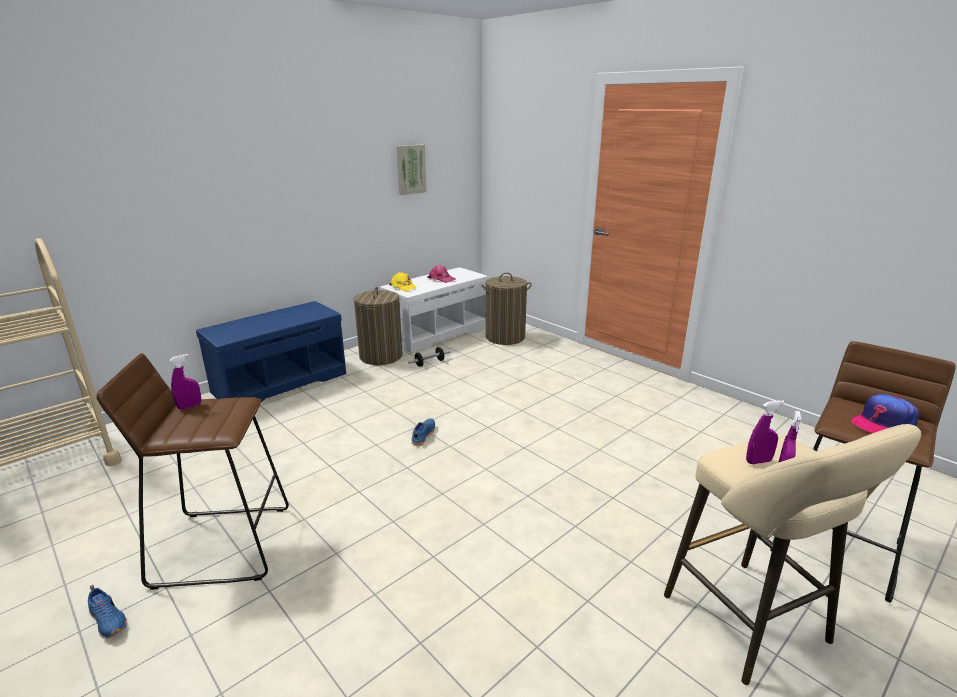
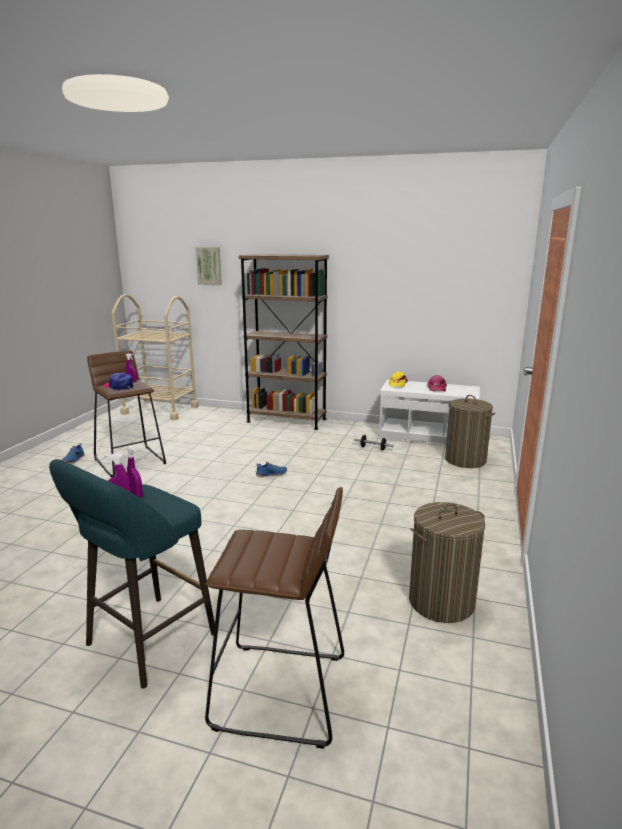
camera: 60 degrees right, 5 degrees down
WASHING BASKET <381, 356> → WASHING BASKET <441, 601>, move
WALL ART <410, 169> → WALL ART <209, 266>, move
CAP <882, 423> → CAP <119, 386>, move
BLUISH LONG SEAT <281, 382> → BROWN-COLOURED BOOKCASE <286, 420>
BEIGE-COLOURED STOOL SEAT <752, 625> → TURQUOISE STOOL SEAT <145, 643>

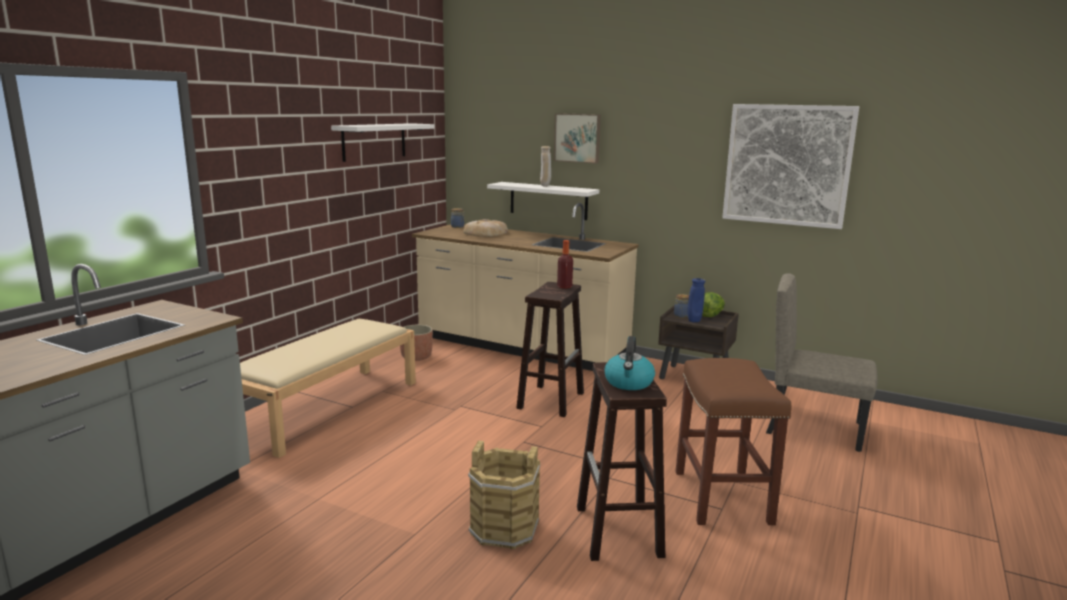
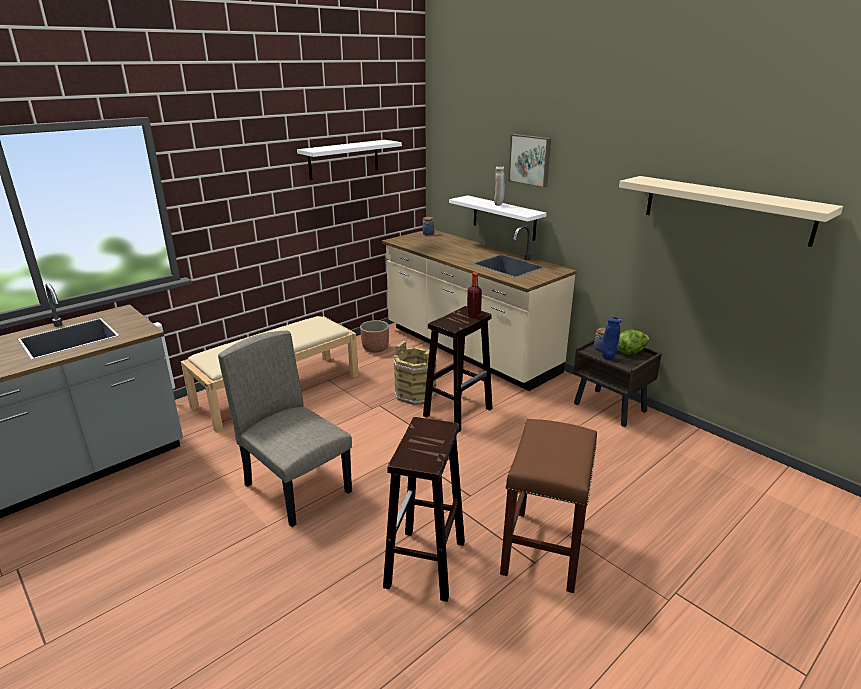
camera: 20 degrees right, 10 degrees up
BAKERY BREAD <484, 233> → -
WATER KETTLE <629, 383> → -
BROWN-COLOURED PAIL <504, 529> → BROWN-COLOURED PAIL <415, 394>, move
BEIGE-COLOURED UPRIGHT CHAIR <814, 428> → BEIGE-COLOURED UPRIGHT CHAIR <298, 488>, move
WALL ART <787, 165> → BEIGE-COLOURED SHELF <726, 209>

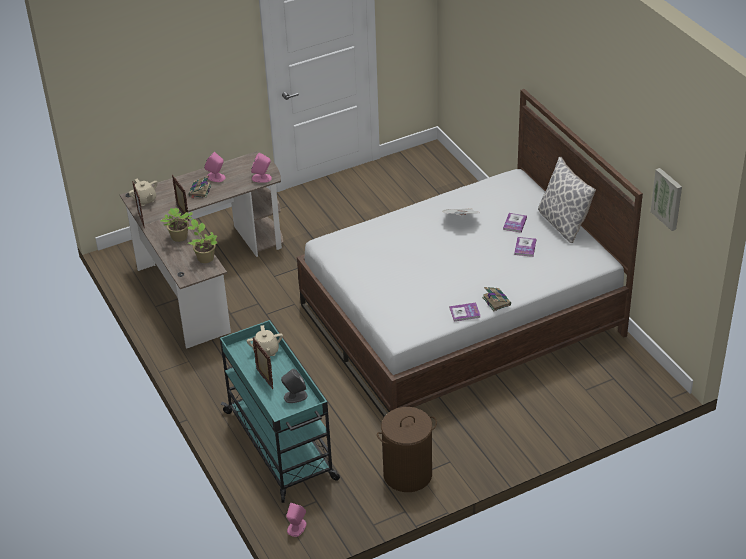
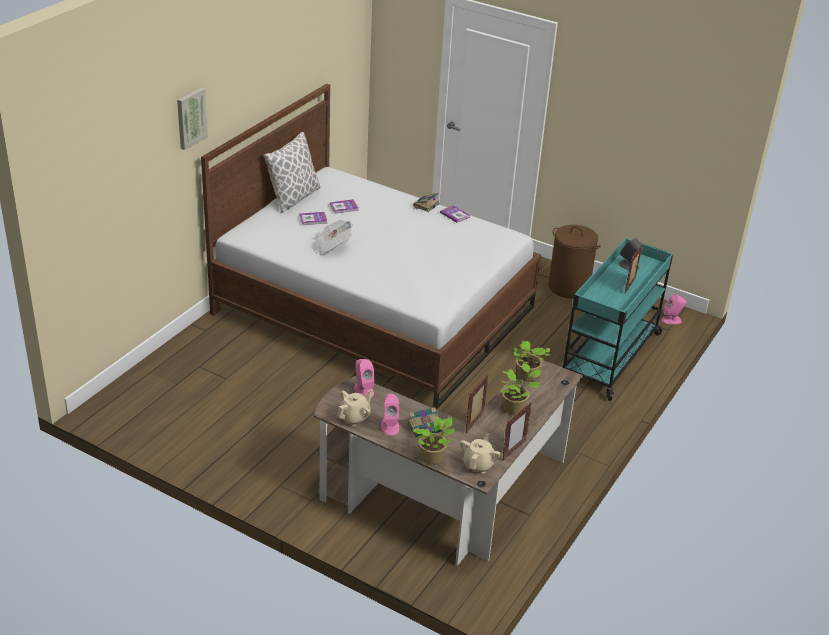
camera: 125 degrees left, 5 degrees down
- → HOUSEPLANT <433, 458>
BEIGE-COLOURED TEA POT <266, 351> → BEIGE-COLOURED TEA POT <355, 417>, move
WALL ART <668, 198> → WALL ART <190, 118>, move

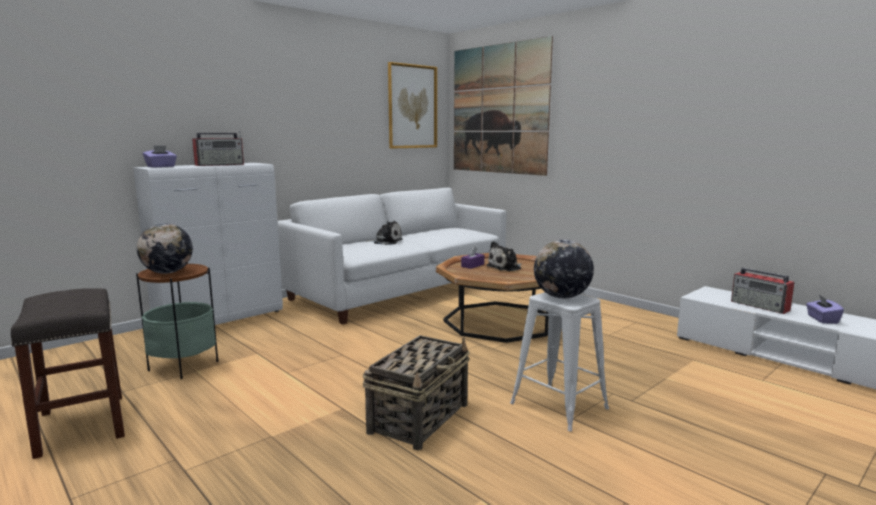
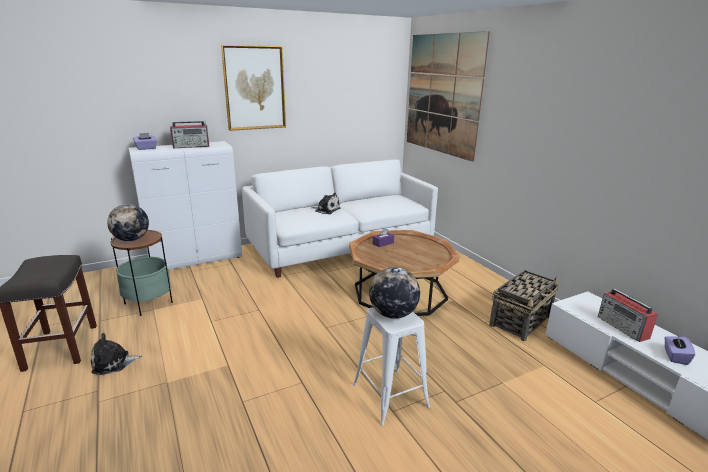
camera: 15 degrees right, 10 degrees up
BASKET <420, 417> → BASKET <521, 320>, move
WALL ART <412, 107> → WALL ART <254, 88>, move
SOFT TOY <505, 267> → SOFT TOY <113, 363>, move

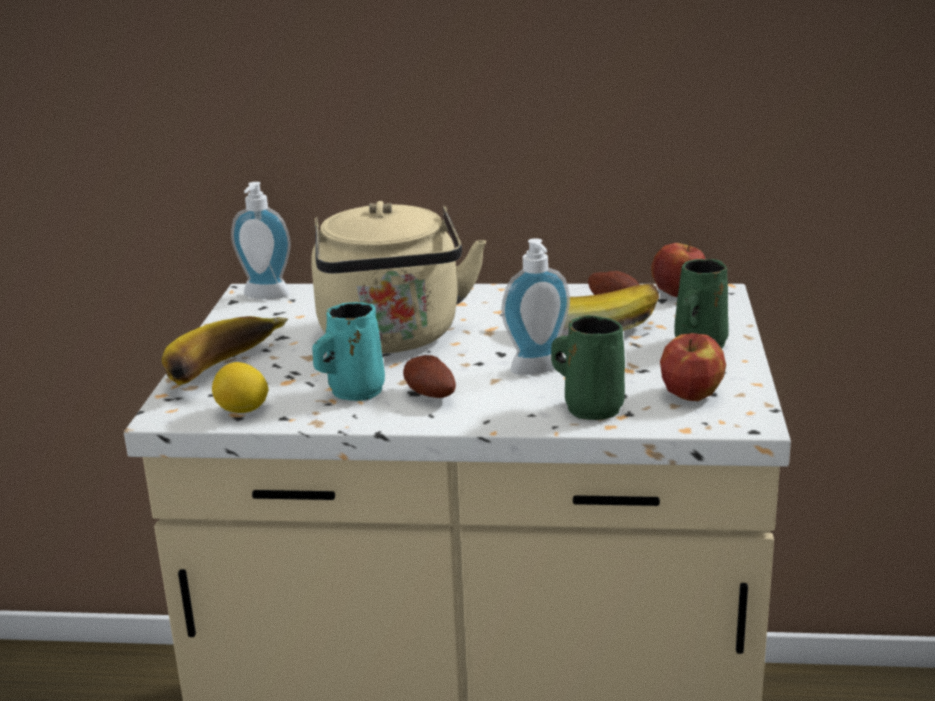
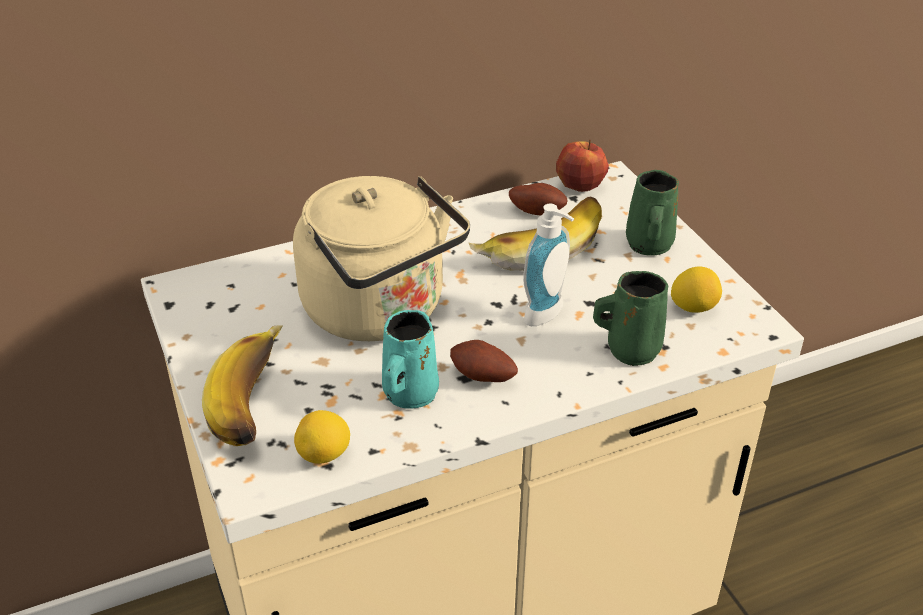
camera: 30 degrees left, 15 degrees up
LIQUID SOAP BOTTLE <264, 296> → -
APPLE <692, 394> → LEMON <693, 307>

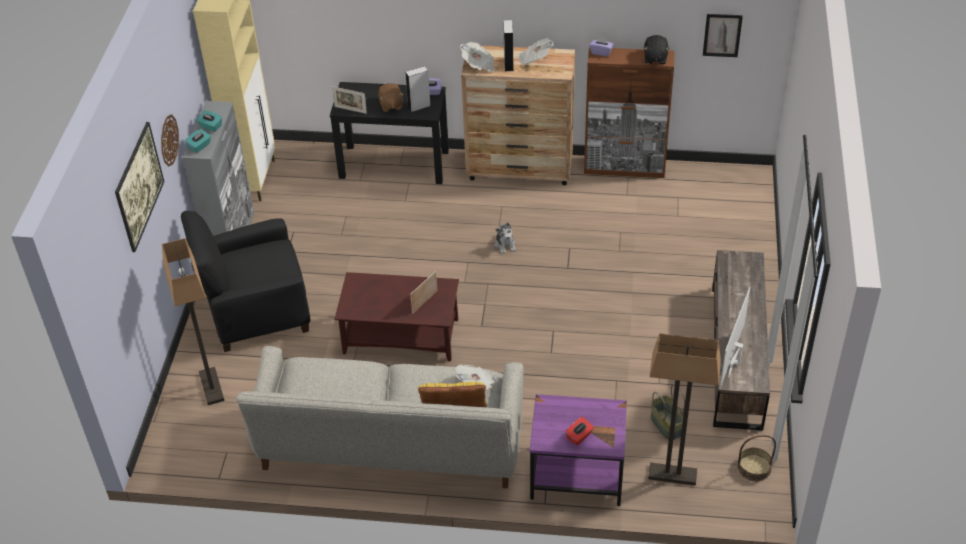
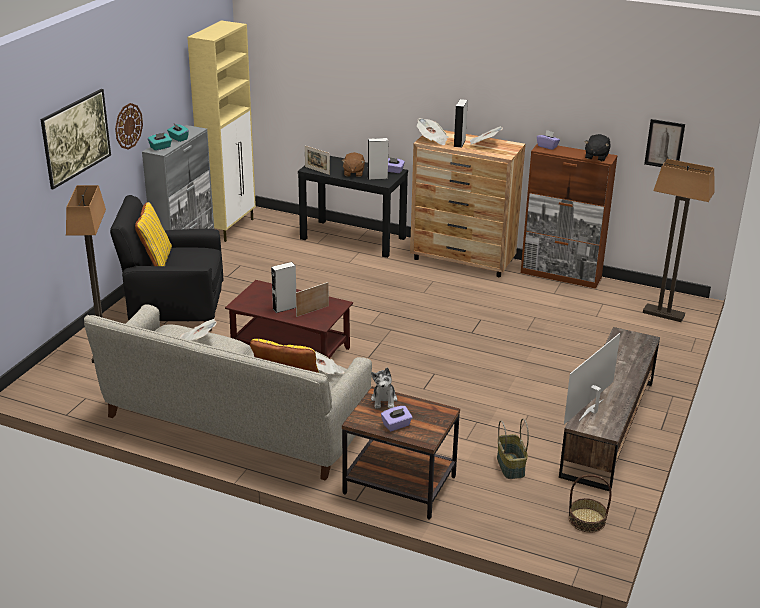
camera: 15 degrees right, 15 degrees down
- → YELLOW-COLOURED CUSHION <156, 259>
- → DAILY PAPER <197, 341>
- → GREY AUDIO SPEAKER <284, 308>
SOFT TOY <505, 245> → SOFT TOY <384, 400>, move
FLOOR LAMP <672, 475> → FLOOR LAMP <663, 314>, move
PURPLISH END TABLE <577, 476> → BROWN-COLOURED END TABLE <399, 486>
RED-COLOURED TISSUE HOLDER <579, 436> → PURPLISH TISSUE HOLDER <396, 425>

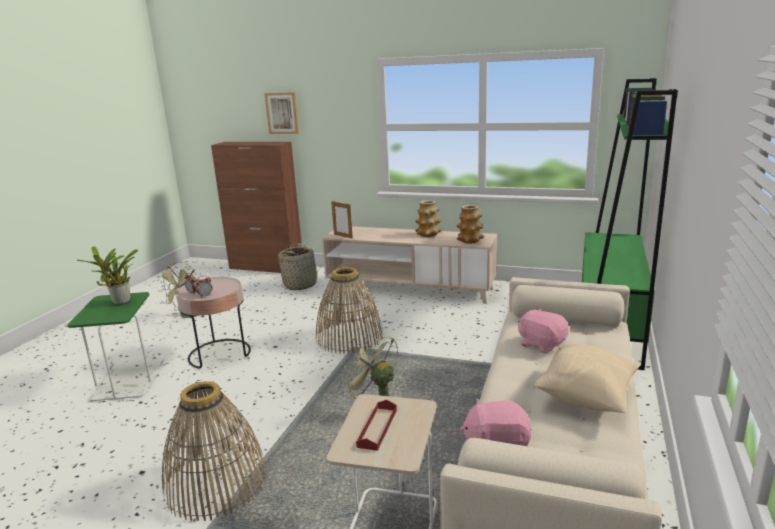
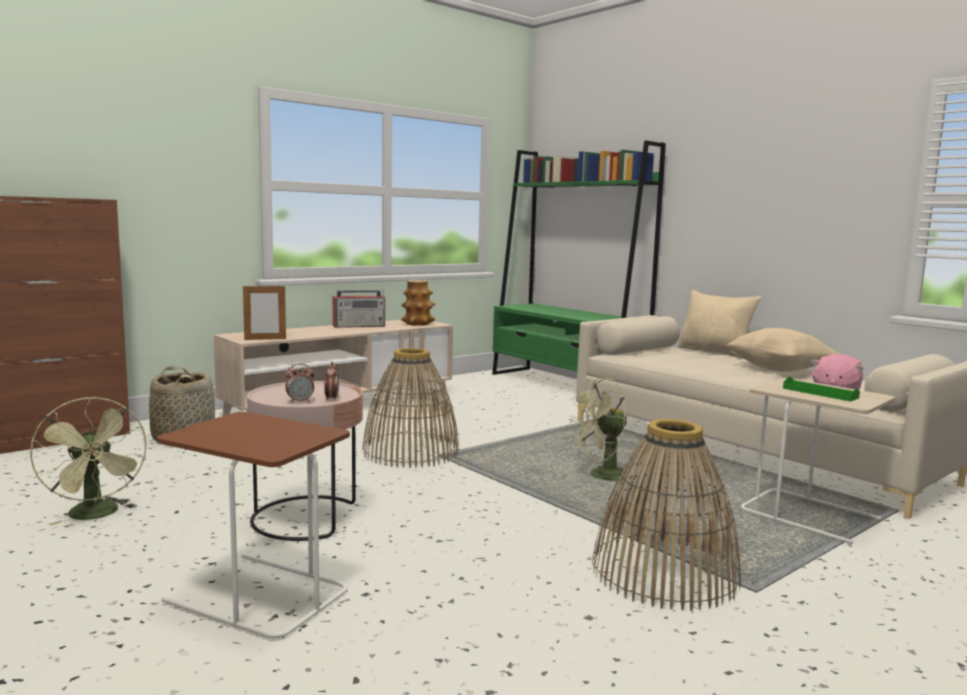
camera: 60 degrees left, 10 degrees down
HOUSEPLANT <120, 303> → -
WALL ART <282, 113> → -
PINK-COLOURED SOFT TOY <541, 344> → -
- → BEIGE-COLOURED CUSHION <714, 352>
FLOWER VASE <428, 234> → RADIO SET <359, 326>
GREENISH END TABLE <126, 380> → BROWN-COLOURED END TABLE <256, 596>
RED-COLOURED CARRYING TRAY <377, 428> → GREENISH CARRYING TRAY <820, 393>

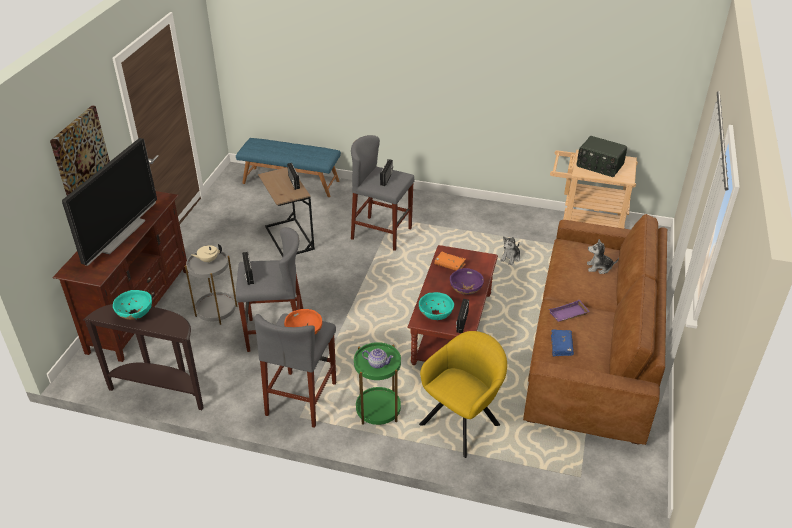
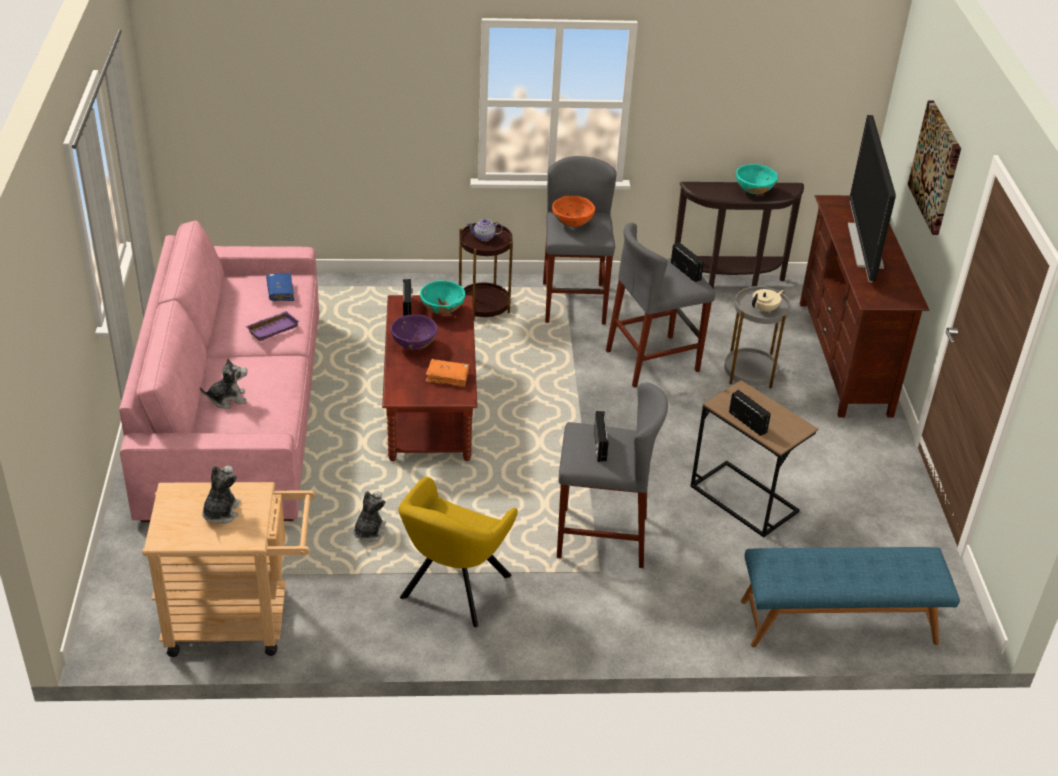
camera: 160 degrees right, 0 degrees up
YELLOW-COLOURED EASY CHAIR <463, 422> → YELLOW-COLOURED EASY CHAIR <452, 590>, move
RADIO SET <599, 166> → SOFT TOY <220, 512>
GREENISH END TABLE <378, 410> → BROWN-COLOURED END TABLE <484, 306>
BROWN-COLOURED COUCH <592, 348> → PINK-COLOURED COUCH <235, 413>

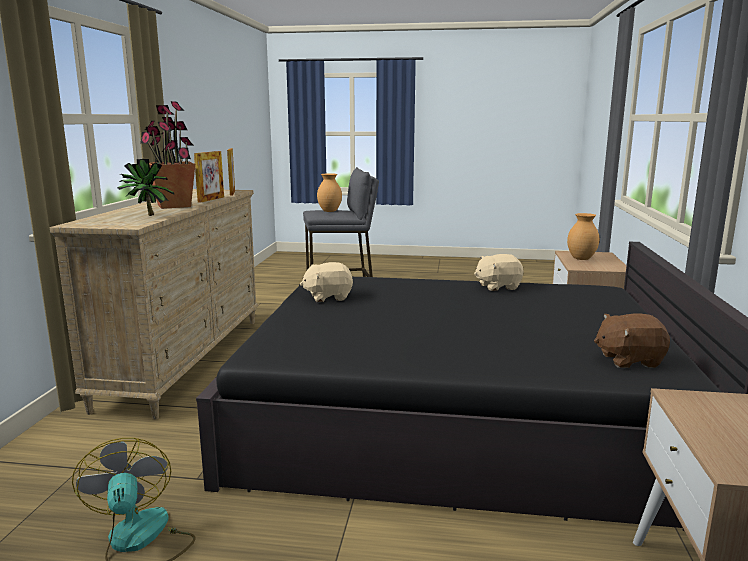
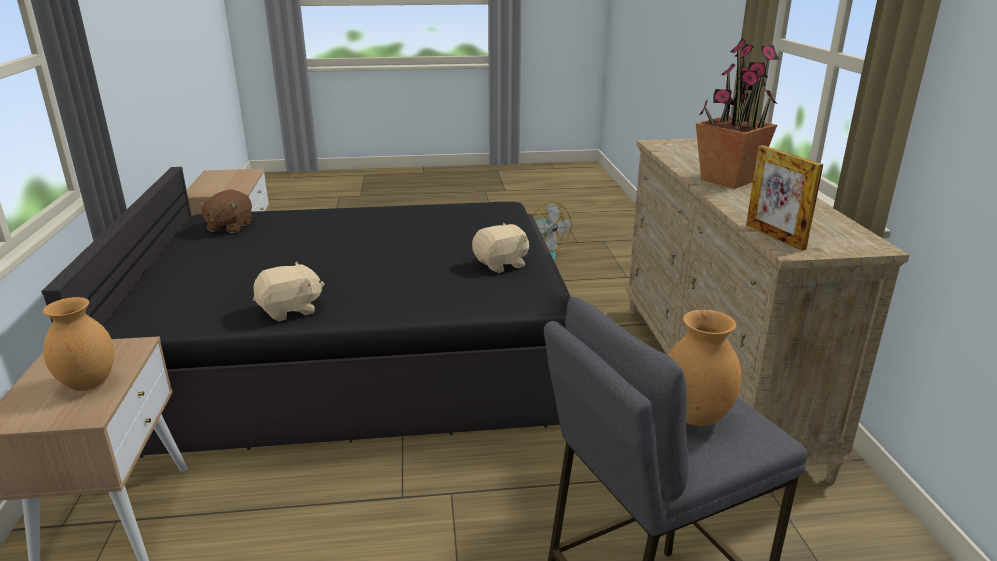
camera: 165 degrees right, 10 degrees up
HOUSEPLANT <146, 216> → -
PICTURE FRAME <211, 199> → -
BROWN-COLOURED SOFT TOY <628, 360> → BROWN-COLOURED SOFT TOY <229, 227>, 120 degrees clockwise

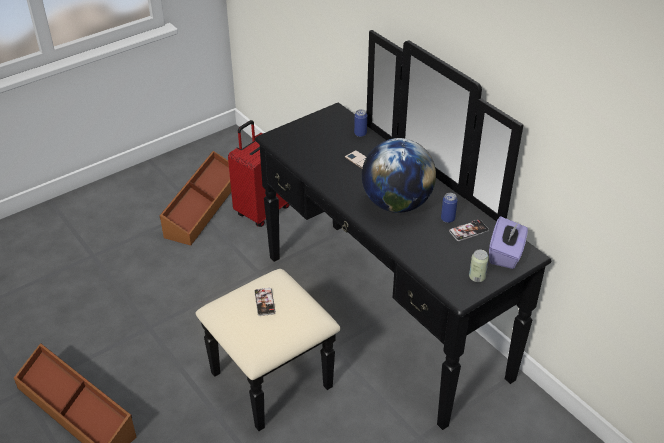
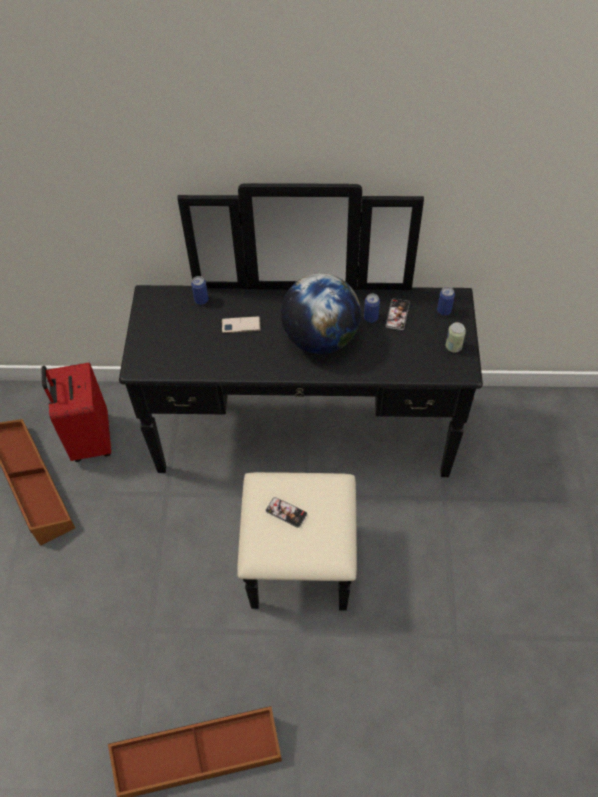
camera: 50 degrees left, 15 degrees up
PURPLISH TISSUE HOLDER <506, 254> → CAN <444, 311>

